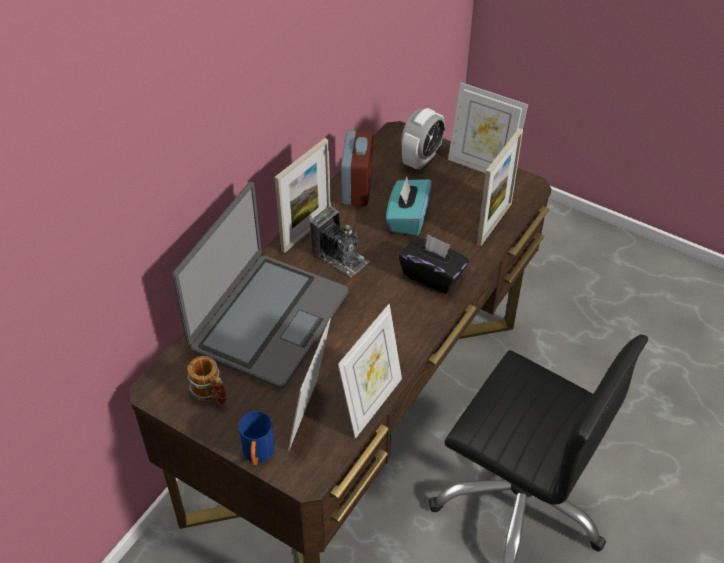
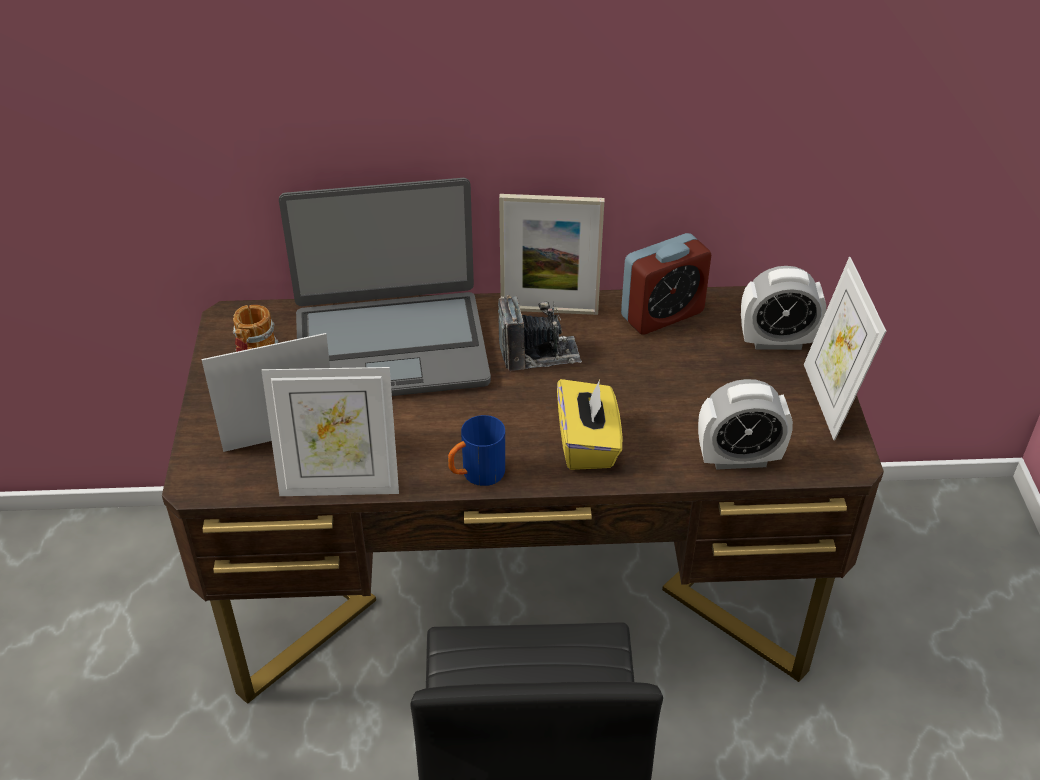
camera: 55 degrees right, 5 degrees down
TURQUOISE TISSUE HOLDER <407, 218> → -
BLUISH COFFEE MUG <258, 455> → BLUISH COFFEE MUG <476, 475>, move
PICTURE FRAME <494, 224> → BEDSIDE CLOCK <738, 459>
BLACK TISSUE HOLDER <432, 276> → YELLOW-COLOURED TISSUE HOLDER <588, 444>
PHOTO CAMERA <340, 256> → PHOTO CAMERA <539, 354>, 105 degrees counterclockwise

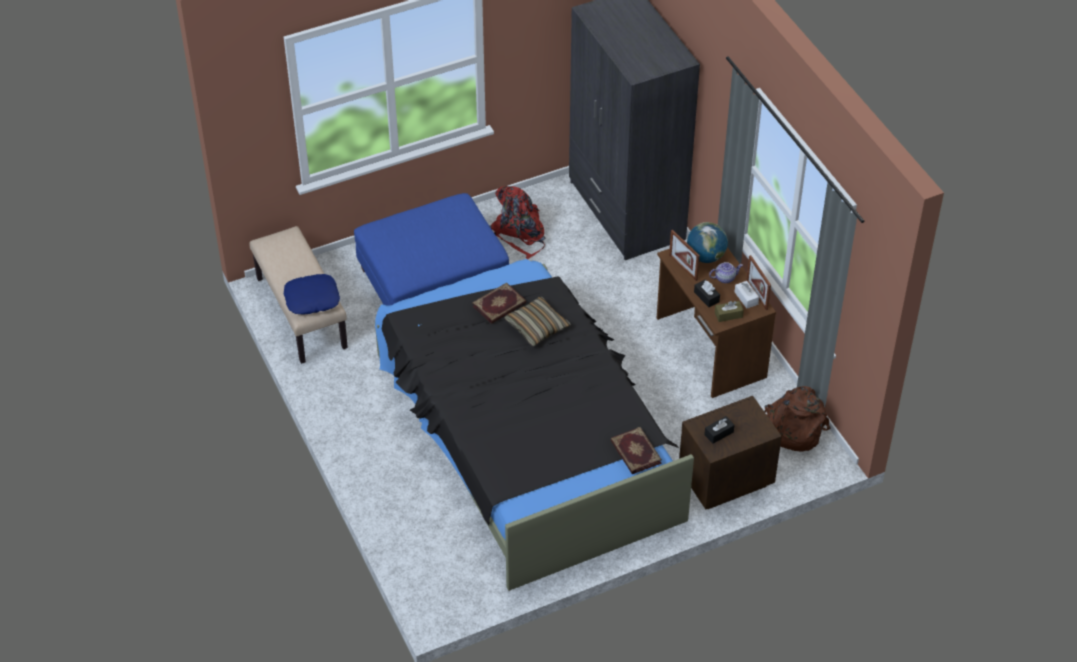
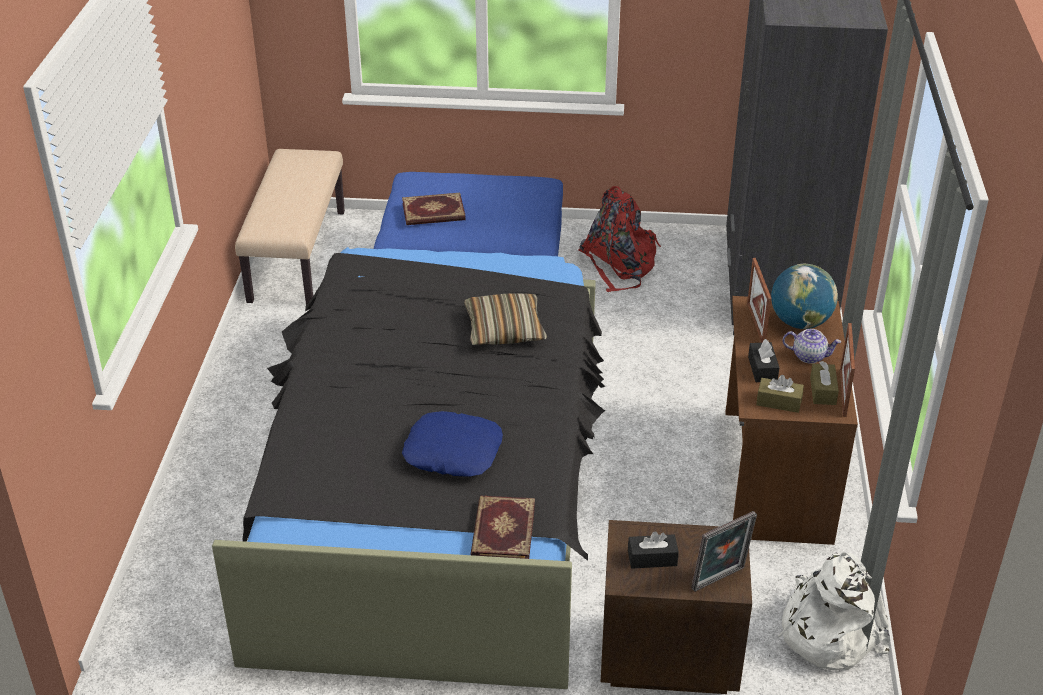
camera: 30 degrees right, 10 degrees down
- → PICTURE FRAME <720, 580>
BLUISH CUSHION <312, 298> → BLUISH CUSHION <453, 452>, move
BOUND BOOK <499, 305> → BOUND BOOK <433, 213>, move
WHITE TISSUE HOLDER <746, 298> → BROWN-COLOURED TISSUE HOLDER <823, 391>
BROWN-COLOURED RUCKSACK <793, 429> → WHITE RUCKSACK <828, 631>

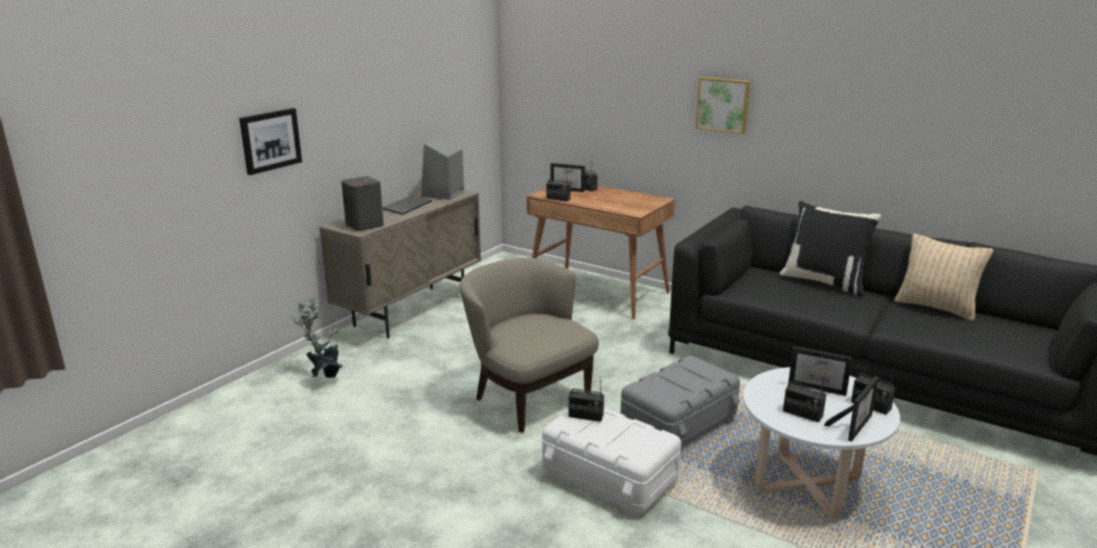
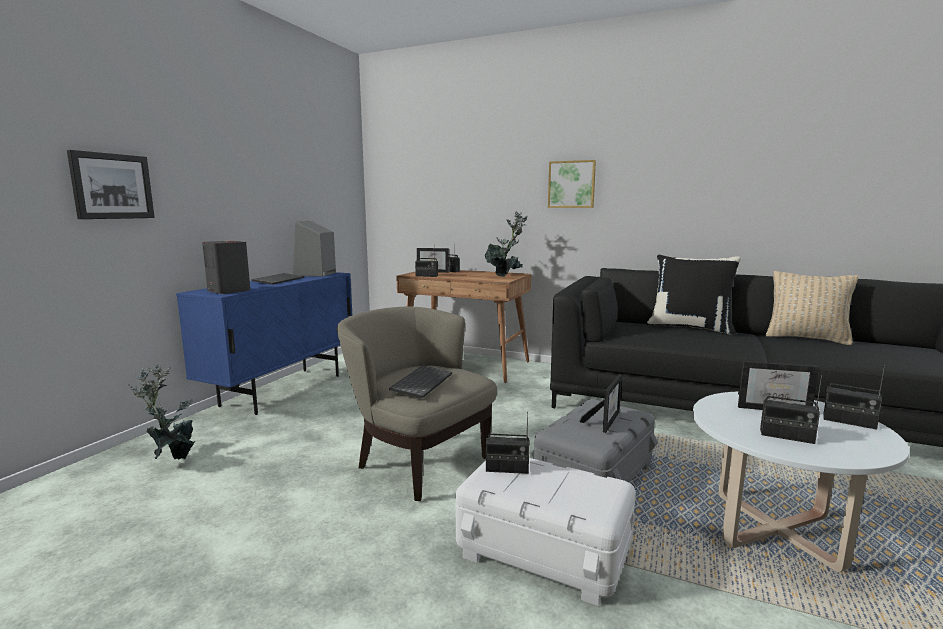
camera: 10 degrees left, 10 degrees down
- → PC KEYBOARD <421, 382>
- → HOUSEPLANT <505, 275>
PICTURE FRAME <854, 425> → PICTURE FRAME <605, 420>, move
BEIGE-COLOURED STORAGE CABINET <411, 311> → BLUISH STORAGE CABINET <283, 390>

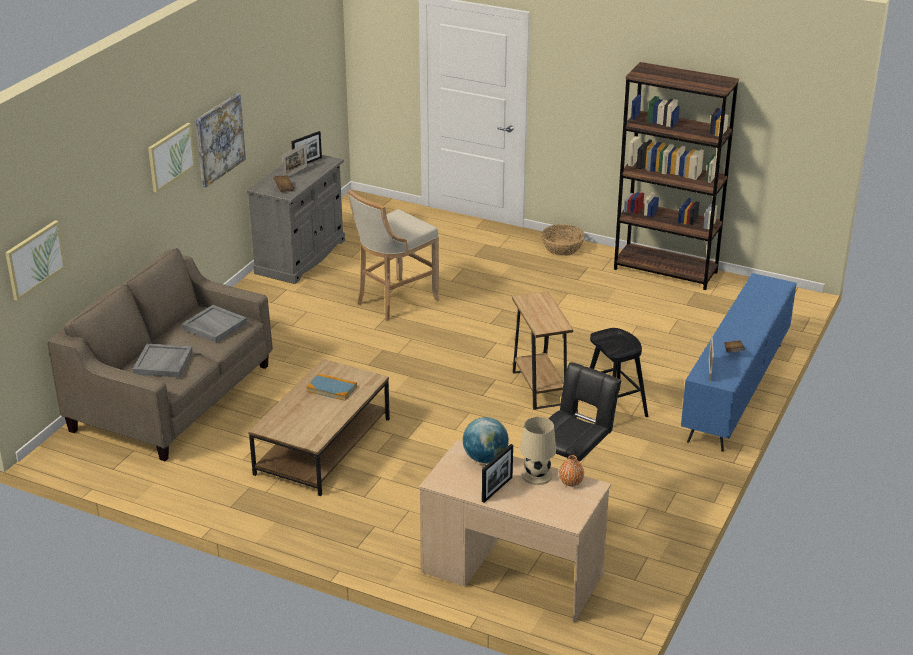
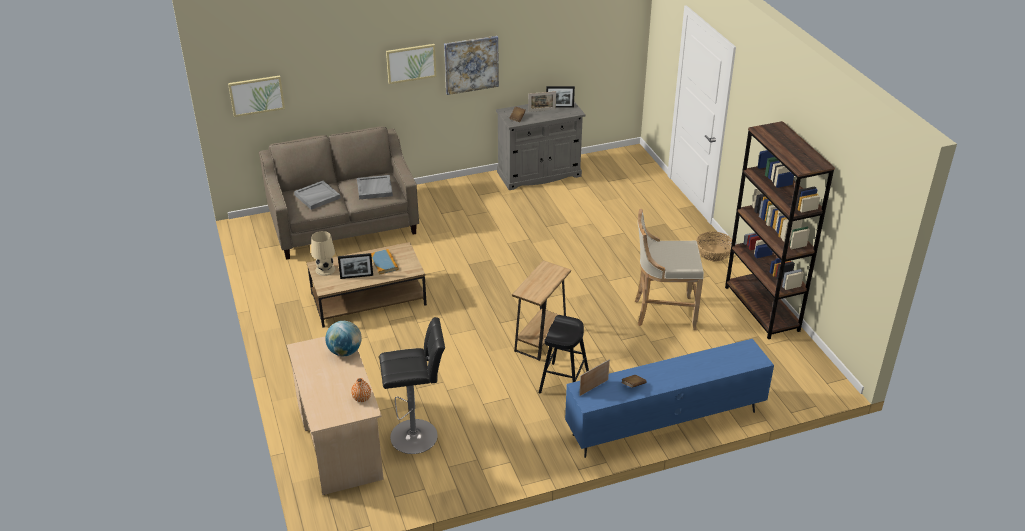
camera: 45 degrees right, 5 degrees up
BEIGE-COLOURED STOOL SEAT <394, 301> → BEIGE-COLOURED STOOL SEAT <662, 313>, move
PICTURE FRAME <497, 489> → PICTURE FRAME <356, 276>, move
BEIGE-COLOURED TABLE LAMP <537, 476> → BEIGE-COLOURED TABLE LAMP <325, 269>, move

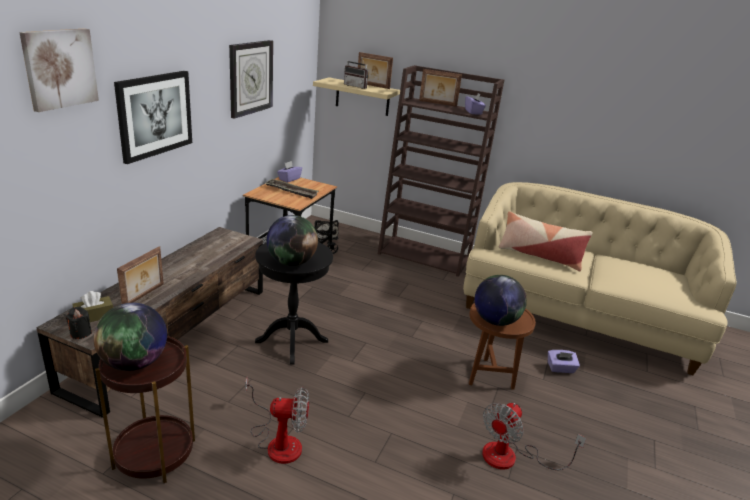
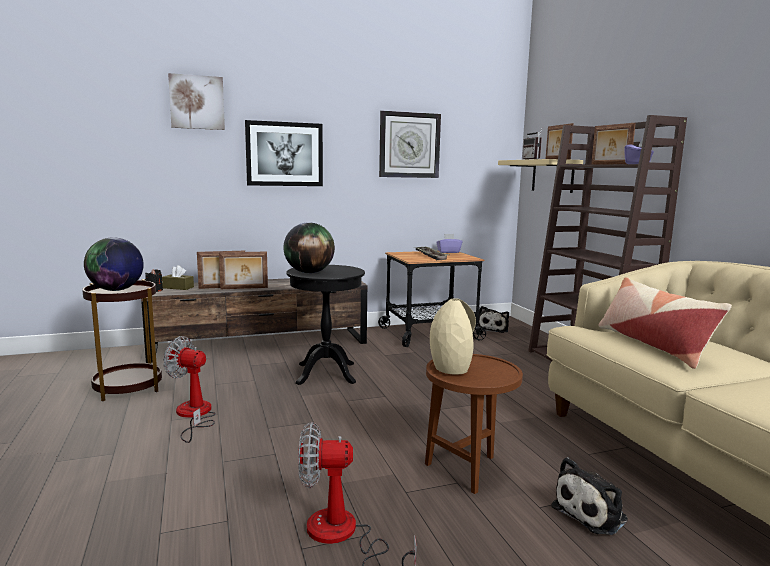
camera: 50 degrees right, 15 degrees down
- → PICTURE FRAME <244, 288>
GLOBE <495, 321> → BEIGE-COLOURED FLOWER VASE <451, 368>
PURPLISH TISSUE HOLDER <560, 368> → SOFT TOY <592, 512>
FAN <278, 441> → FAN <194, 415>, 150 degrees clockwise

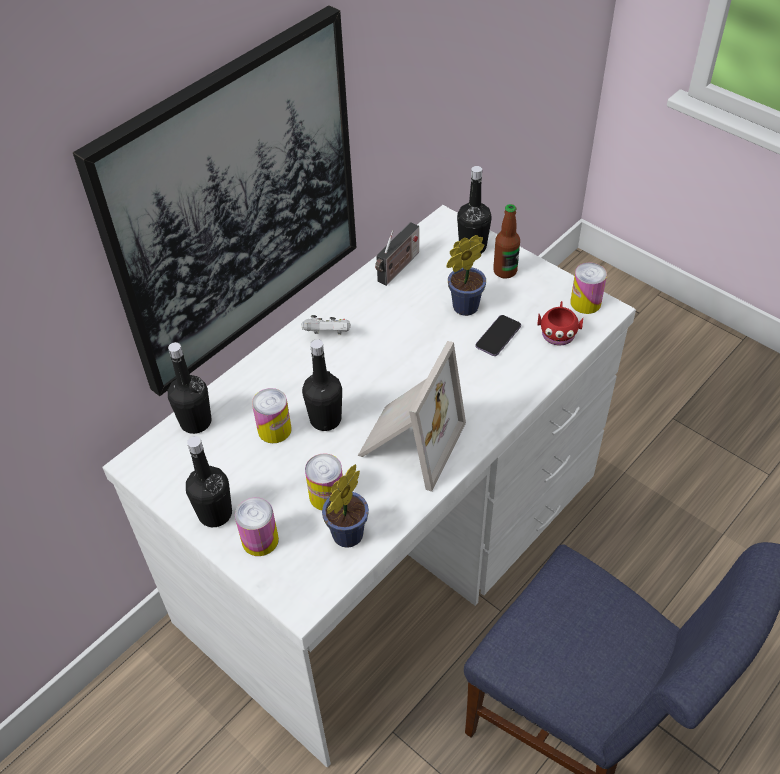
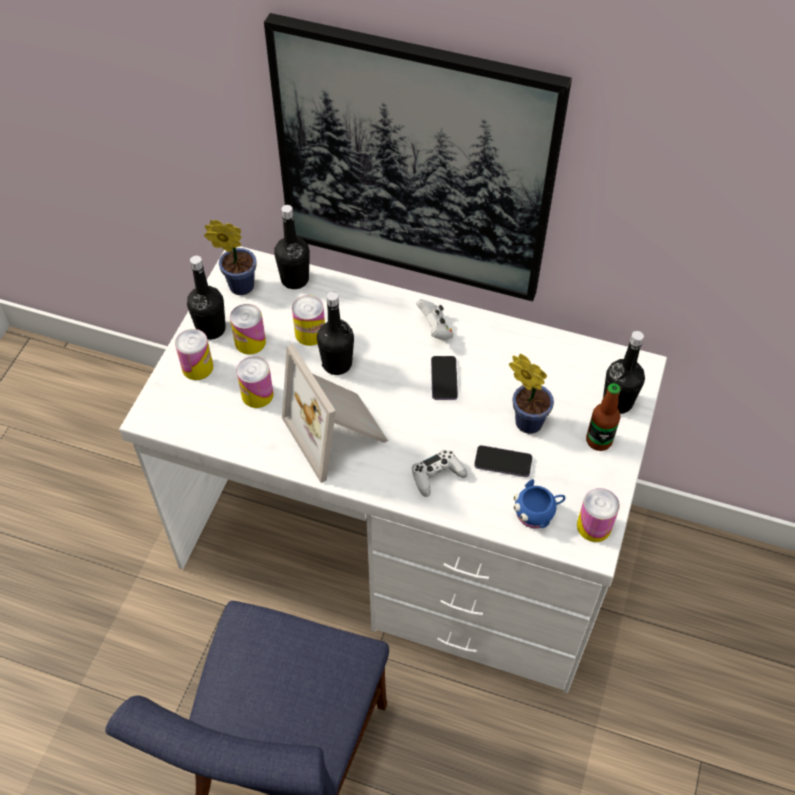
camera: 65 degrees right, 5 degrees up
RADIO SET <397, 269> → -
- → CAN <250, 342>
- → WHITE GAME CONTROLLER <437, 476>
- → PHONE <444, 379>
HOUSEPLANT <345, 538> → HOUSEPLANT <238, 285>, move
RED-COLOURED COFFEE MUG <558, 332> → BLUISH COFFEE MUG <537, 512>
PICTURE FRAME <408, 442> → PICTURE FRAME <338, 432>, 60 degrees clockwise

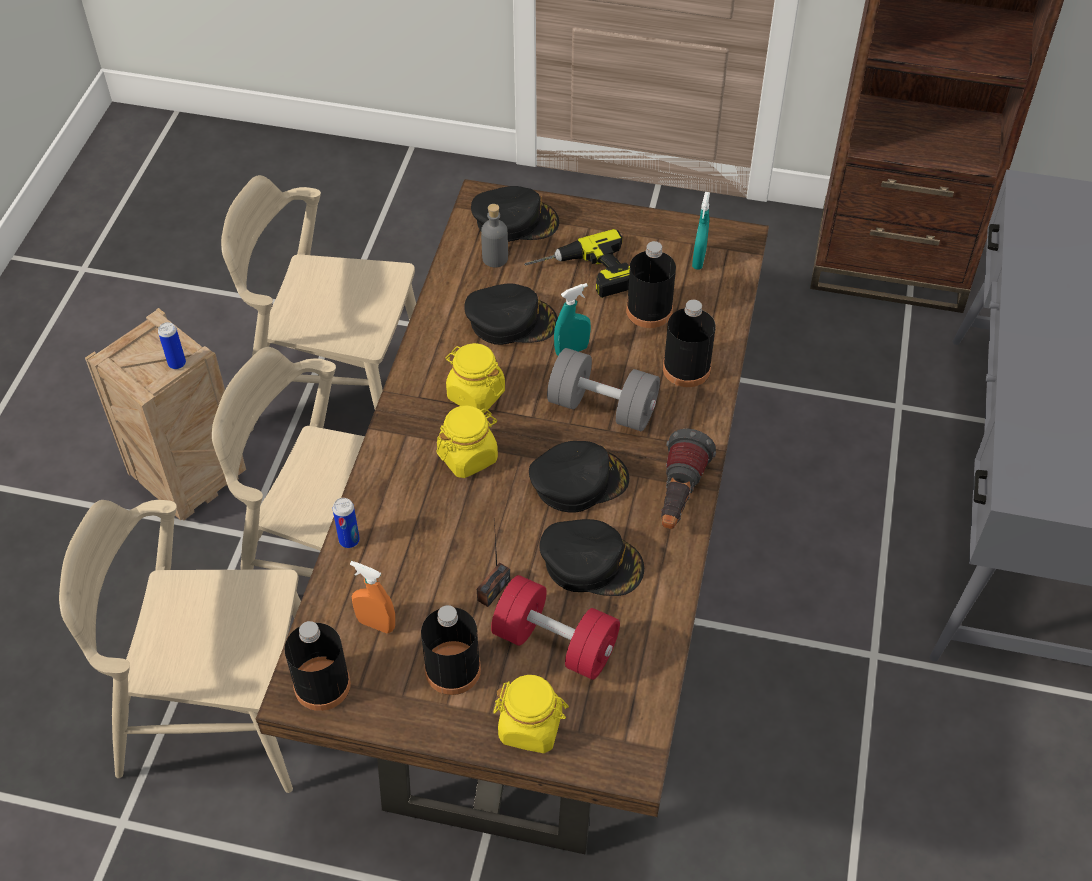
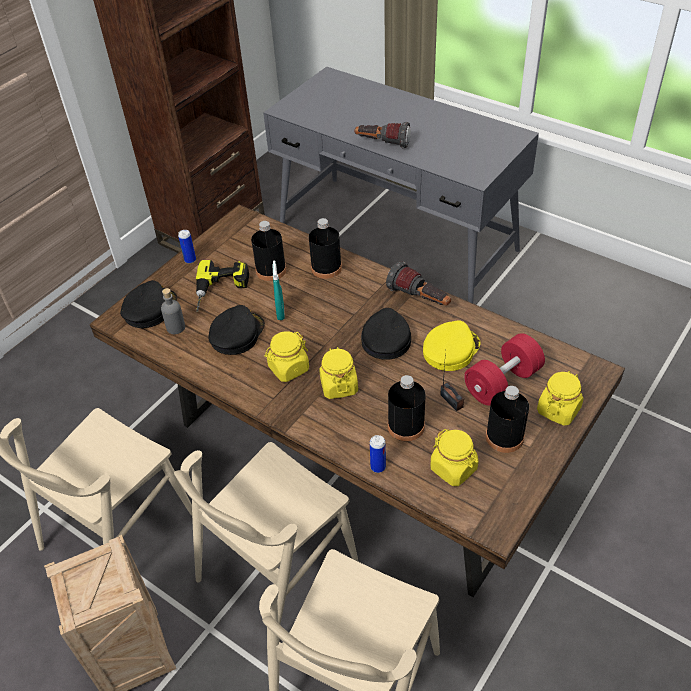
camera: 65 degrees left, 5 degrees down
GREY FREE WEIGHT <602, 407> → -
TURQUOISE SPRAYER <698, 260> → -
- → HAND TORCH <382, 144>
CAN <177, 363> → CAN <190, 260>, move
BLACK BEVERAGE BOTTLE <322, 685> → BLACK BEVERAGE BOTTLE <406, 426>, move
ORANGE SPRAYER <376, 624> → YELLOW-COLOURED STORAGE JAR <454, 469>
BLACK CAP <591, 563> → YELLOW-COLOURED CAP <450, 349>

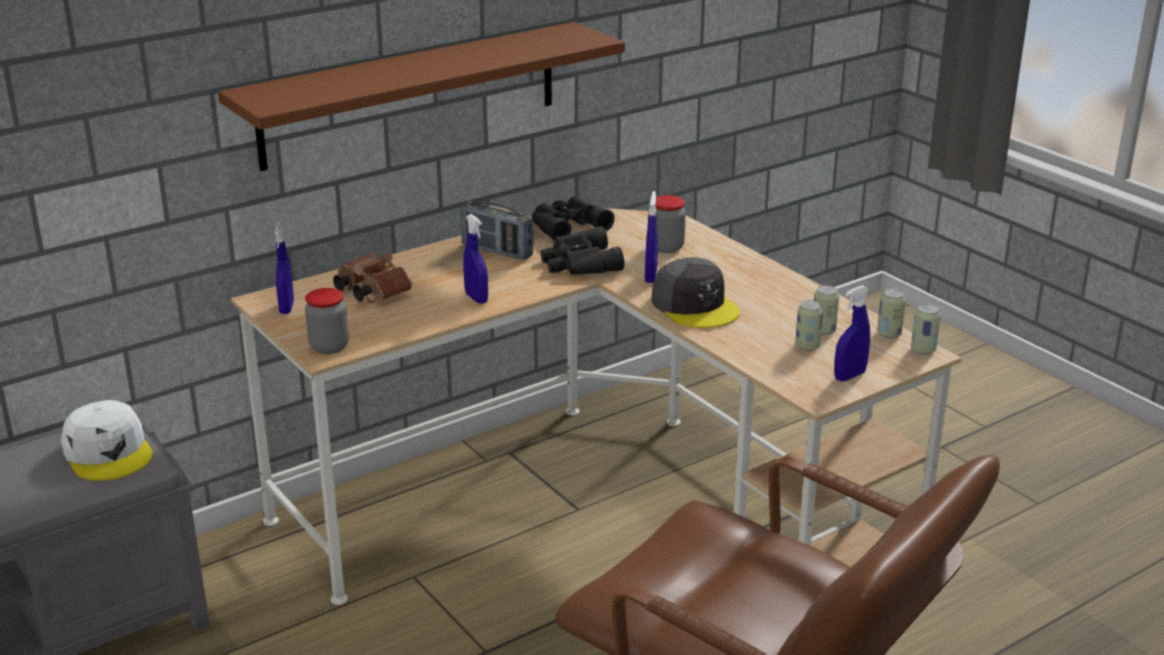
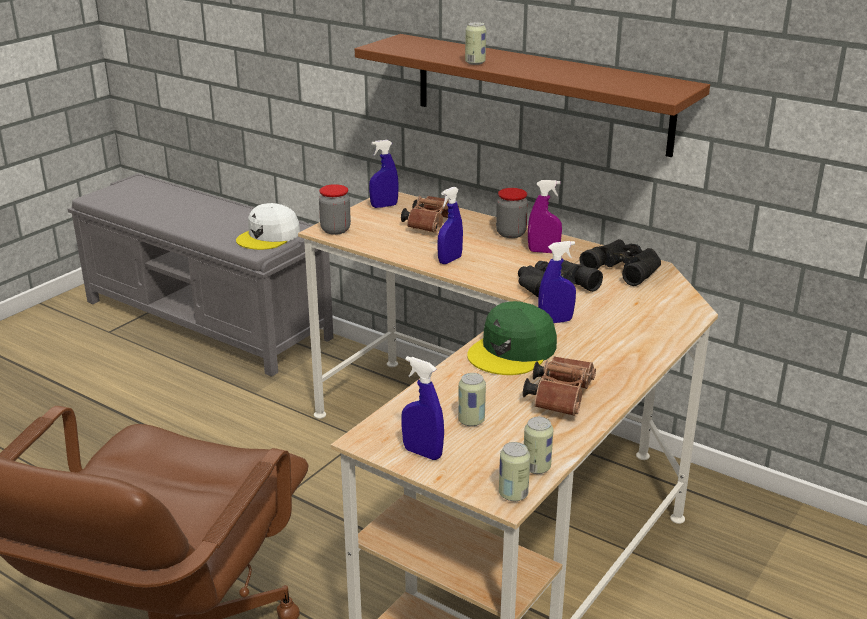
camera: 70 degrees right, 0 degrees up
- → BROWN-COLOURED BINOCULARS <560, 397>
STORAGE JAR <666, 247> → STORAGE JAR <511, 233>, move
CAN <823, 330> → CAN <475, 63>, move
RADIO SET <497, 251> → PURPLISH SPRAYER <543, 251>
GREY CAP <695, 306> → GREENISH CAP <513, 351>

